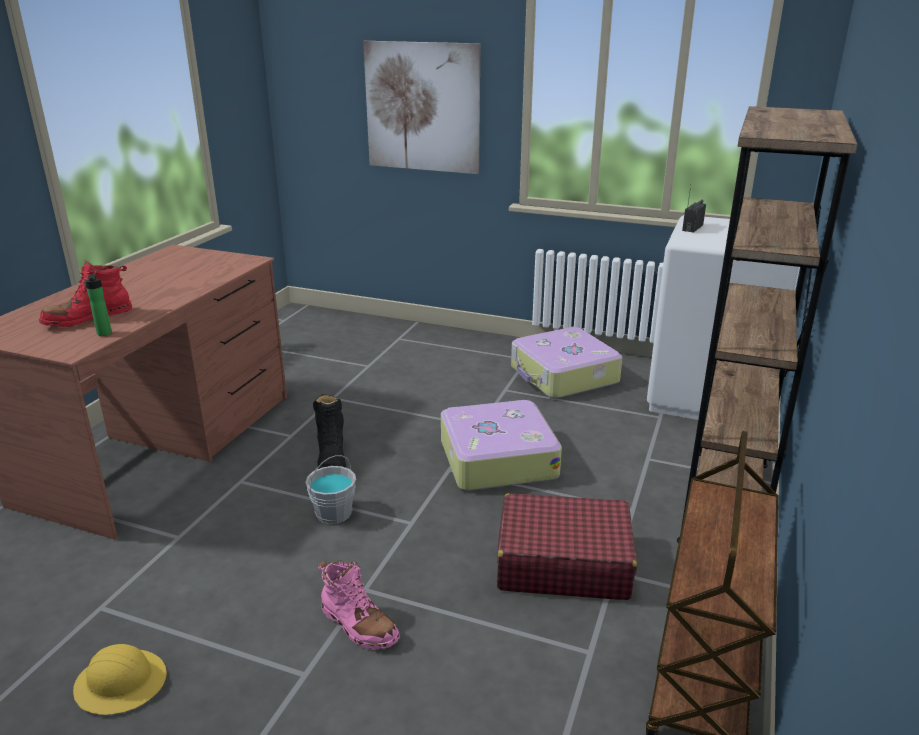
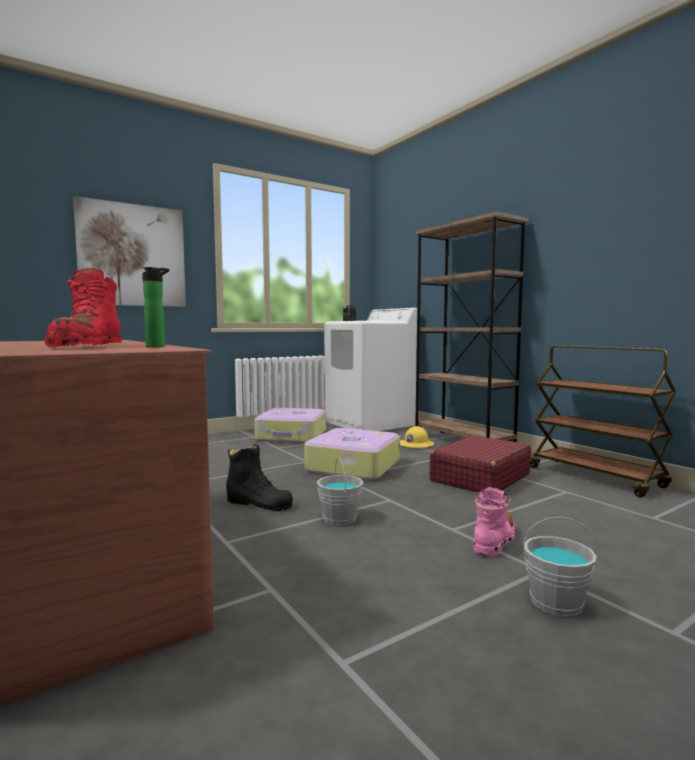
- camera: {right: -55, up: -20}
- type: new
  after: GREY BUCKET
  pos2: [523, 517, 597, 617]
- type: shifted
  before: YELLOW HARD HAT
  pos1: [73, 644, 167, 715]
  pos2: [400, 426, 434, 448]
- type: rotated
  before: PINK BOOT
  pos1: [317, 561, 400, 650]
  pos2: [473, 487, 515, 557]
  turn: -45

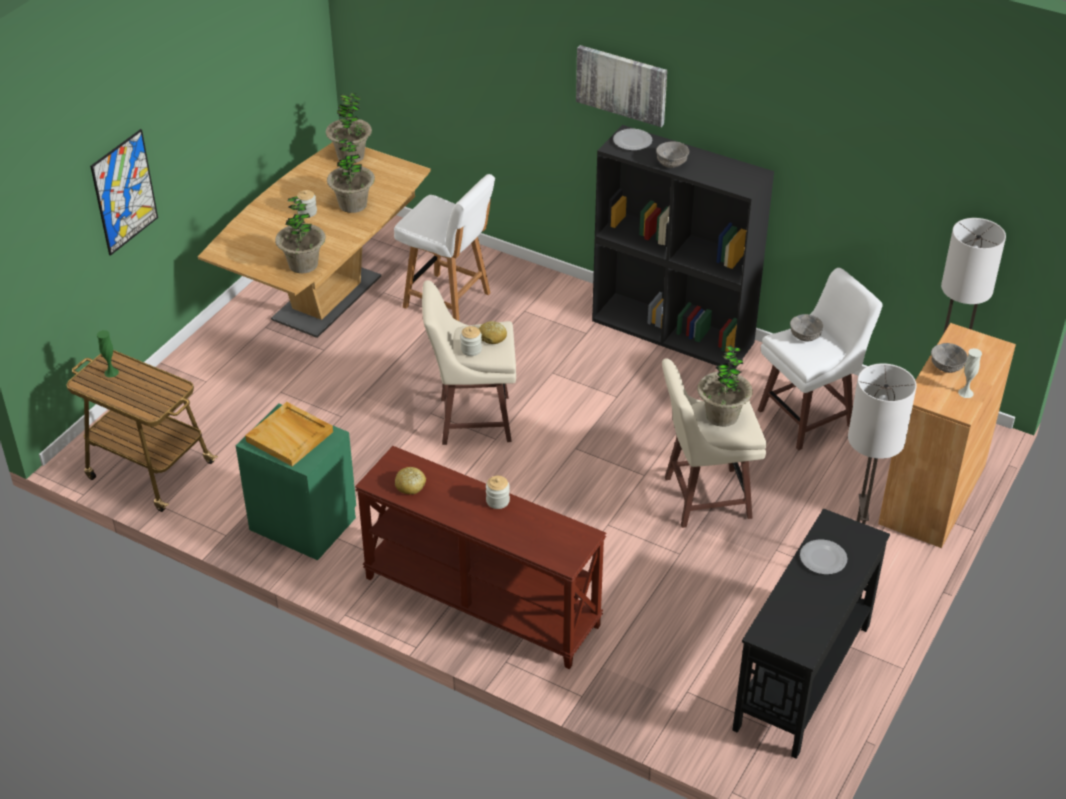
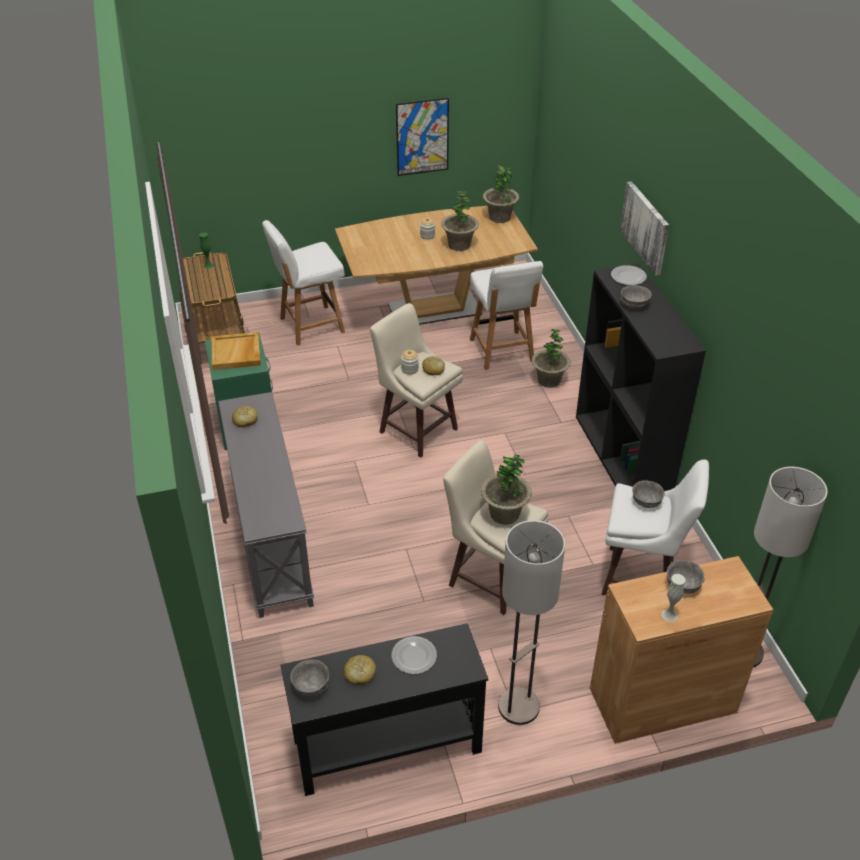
- camera: {right: 45, up: 0}
- type: gone
  before: JAR
  pos1: [486, 476, 510, 509]
- type: new
  after: WHITE CHAIR
  pos2: [262, 220, 345, 346]
- type: new
  after: GREY BOWL
  pos2: [290, 659, 329, 697]
- type: new
  after: BREAD
  pos2: [344, 655, 376, 685]
- type: shifted
  before: PICTURE
  pos1: [90, 129, 158, 256]
  pos2: [396, 98, 449, 176]
- type: shifted
  before: POTTED PLANT
  pos1: [275, 196, 326, 273]
  pos2: [532, 329, 571, 388]
- type: repainted
  before: BROWN CONSOLE TABLE
  after: GREY CONSOLE TABLE
  pos1: [355, 446, 606, 669]
  pos2: [218, 392, 314, 618]

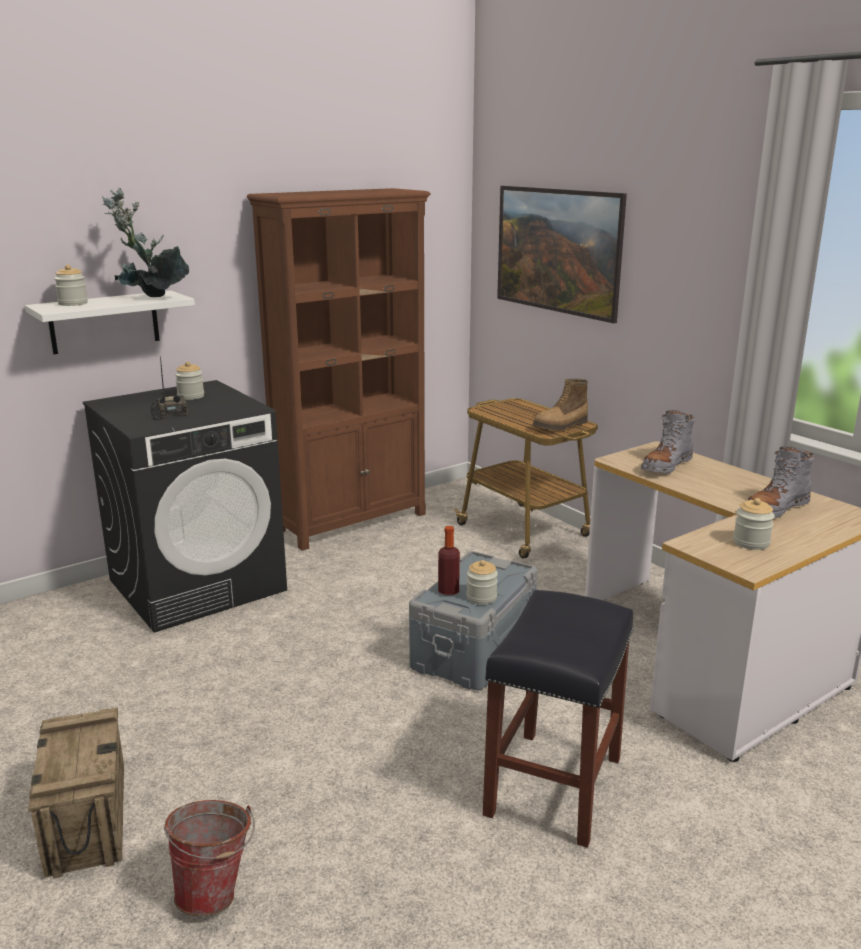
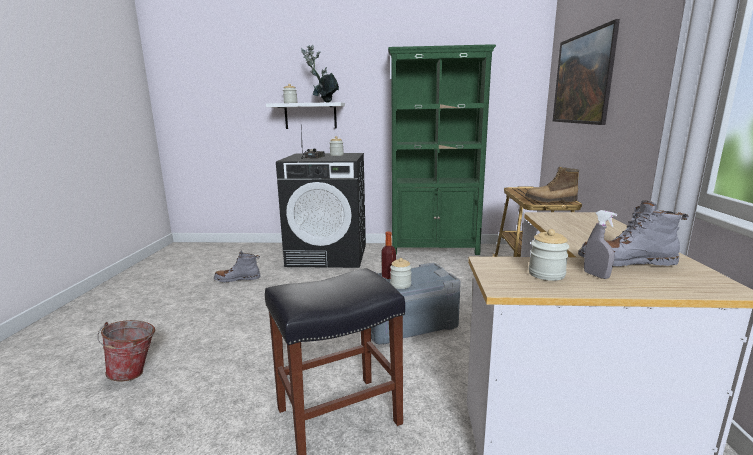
- camera: {right: 40, up: -5}
- type: gone
  before: CRATE
  pos1: [28, 707, 124, 879]
- type: new
  after: GREY SPRAY BOTTLE
  pos2: [584, 210, 617, 279]
- type: shifted
  before: GREY BOOT
  pos1: [641, 410, 695, 474]
  pos2: [214, 250, 260, 282]
- type: repainted
  before: BROWN BOOKCASE
  after: GREEN BOOKCASE
  pos1: [247, 188, 431, 551]
  pos2: [388, 44, 496, 255]

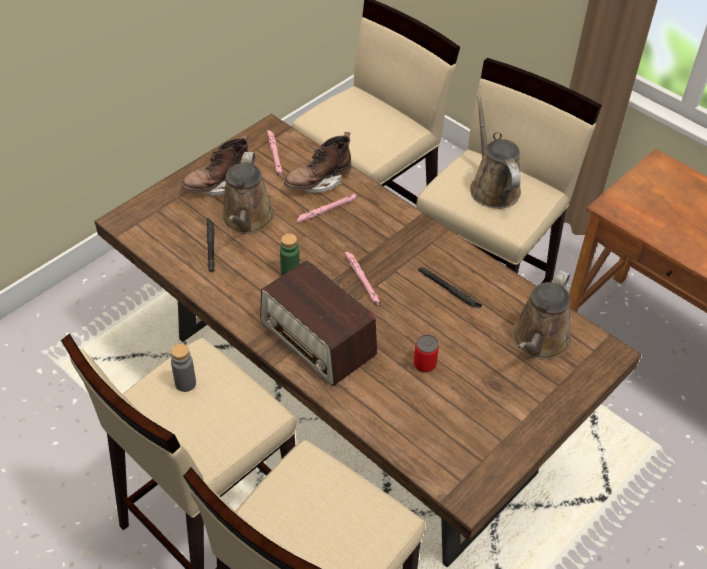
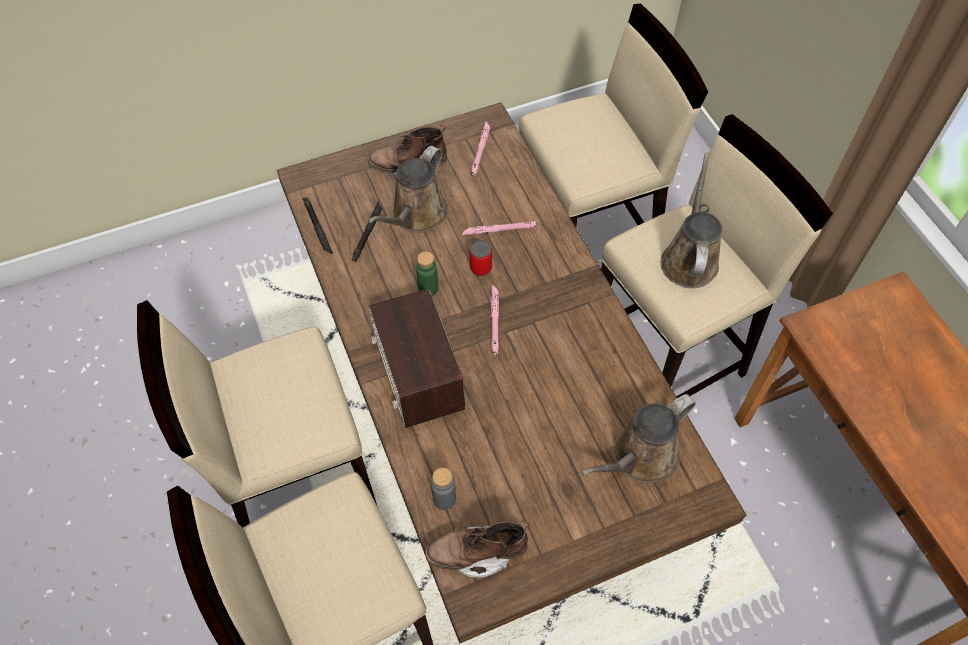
- camera: {right: 25, up: 10}
- type: shifted
  before: GREY BOTTLE
  pos1: [171, 344, 196, 392]
  pos2: [431, 468, 456, 510]
- type: shifted
  before: BROWN BOOT
  pos1: [284, 132, 352, 193]
  pos2: [425, 519, 529, 578]
- type: shifted
  before: CAN
  pos1: [414, 335, 439, 373]
  pos2: [470, 240, 492, 276]
- type: shifted
  before: BLACK FLASHLIGHT
  pos1: [418, 267, 482, 308]
  pos2: [302, 197, 333, 254]

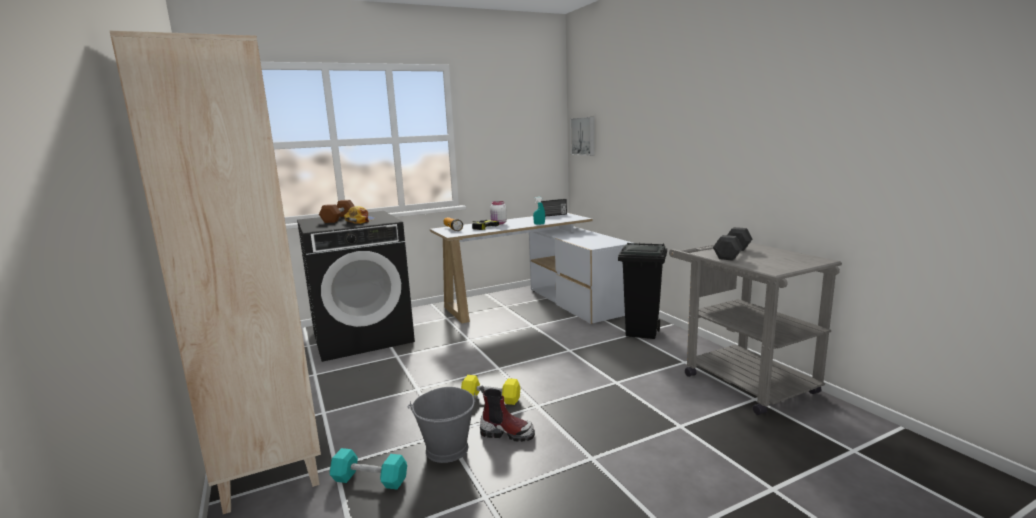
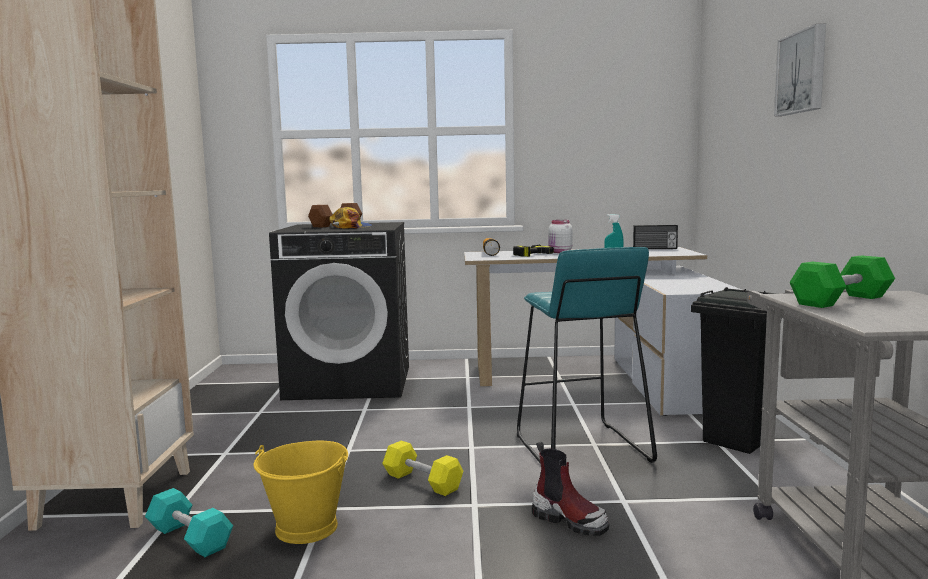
- camera: {right: 25, up: -5}
- type: new
  after: TURQUOISE STOOL
  pos2: [517, 247, 657, 463]
- type: shifted
  before: BOOT
  pos1: [480, 386, 535, 442]
  pos2: [532, 441, 609, 536]
- type: shifted
  before: PICTURE
  pos1: [570, 117, 594, 156]
  pos2: [774, 24, 826, 116]
- type: repainted
  before: GREY BUCKET
  after: YELLOW BUCKET
  pos1: [408, 387, 478, 463]
  pos2: [253, 441, 348, 544]
- type: repainted
  before: BLACK DUMBBELL
  after: GREEN DUMBBELL
  pos1: [713, 227, 752, 261]
  pos2: [789, 255, 895, 308]

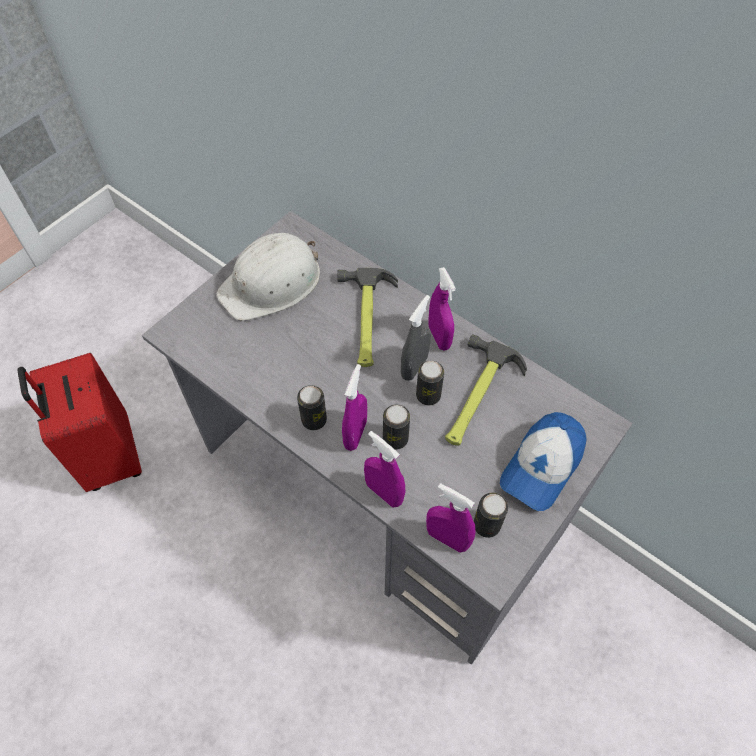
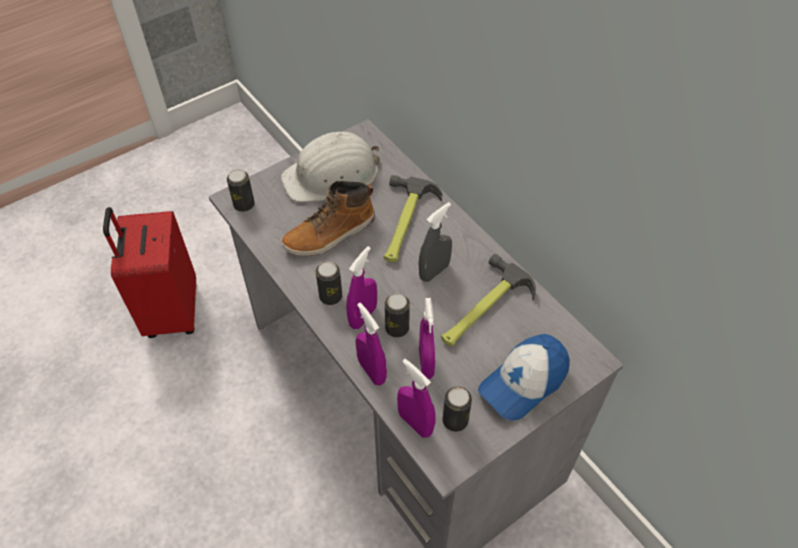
- camera: {right: 15, up: -5}
- type: new
  after: BOOT
  pos2: [281, 181, 375, 256]
- type: shifted
  before: CAN
  pos1: [416, 360, 444, 405]
  pos2: [227, 169, 255, 212]
- type: shifted
  before: PURPLE SPRAY BOTTLE
  pos1: [429, 267, 456, 351]
  pos2: [419, 298, 435, 379]

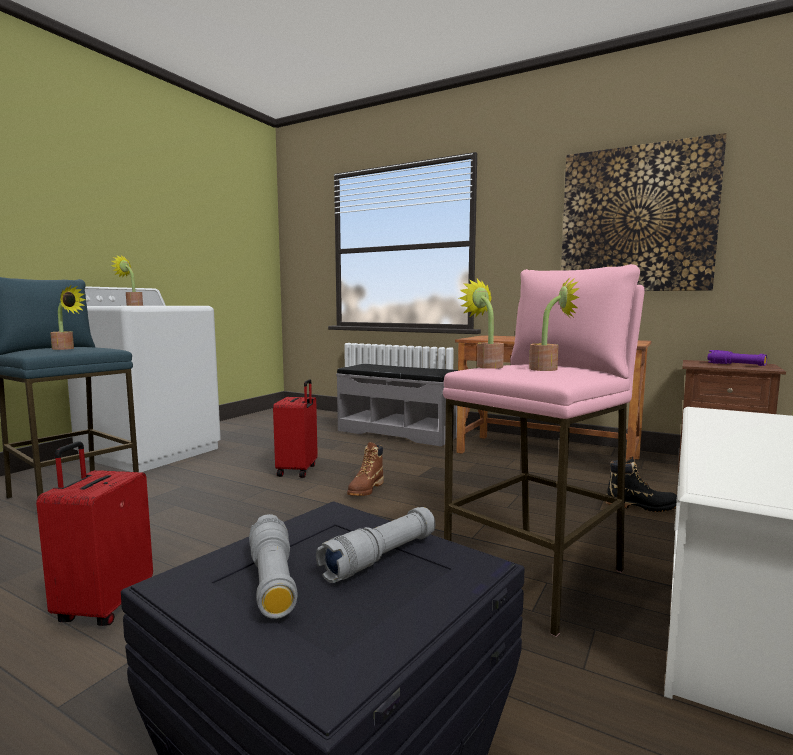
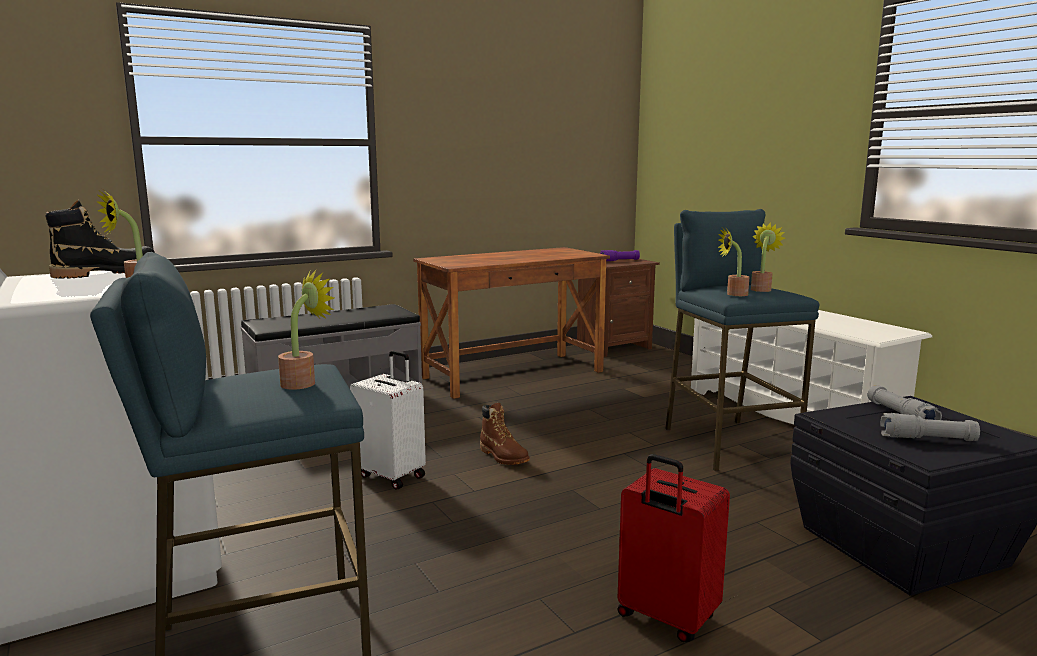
- camera: {right: -60, up: 5}
- type: gone
  before: PICTURE
  pos1: [561, 133, 727, 291]
- type: shifted
  before: BLACK BOOT
  pos1: [605, 456, 677, 512]
  pos2: [45, 200, 155, 279]
- type: repainted
  before: RED SUITCASE
  after: WHITE SUITCASE
  pos1: [273, 379, 318, 478]
  pos2: [350, 350, 426, 490]
- type: repainted
  before: PINK STOOL
  after: BLUE STOOL
  pos1: [443, 264, 645, 637]
  pos2: [665, 209, 820, 471]

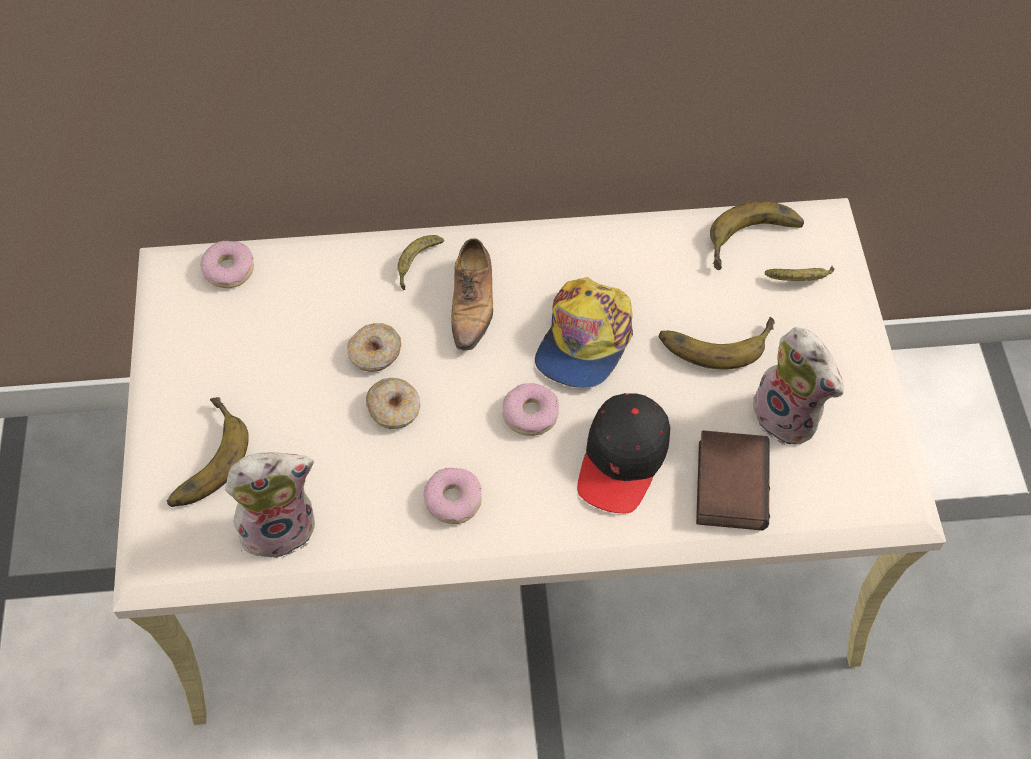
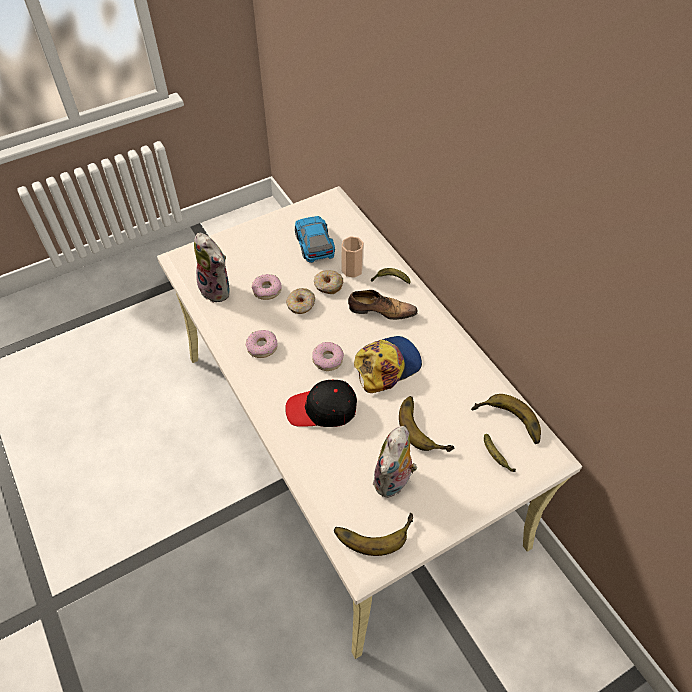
- camera: {right: 65, up: -5}
- type: gone
  before: BOOK
  pos1: [696, 430, 770, 531]
- type: new
  after: TOY CAR
  pos2: [295, 216, 335, 263]
- type: new
  after: CUP
  pos2: [341, 236, 364, 278]
- type: shifted
  before: BANANA
  pos1: [167, 397, 249, 507]
  pos2: [334, 513, 413, 556]
- type: shifted
  before: DONUT
  pos1: [200, 241, 254, 288]
  pos2: [252, 274, 282, 300]
- type: rotated
  before: SHOE
  pos1: [451, 238, 493, 352]
  pos2: [348, 290, 417, 320]
  turn: -150
- type: rotated
  before: CAP
  pos1: [535, 277, 633, 388]
  pos2: [354, 336, 422, 393]
  turn: 150

